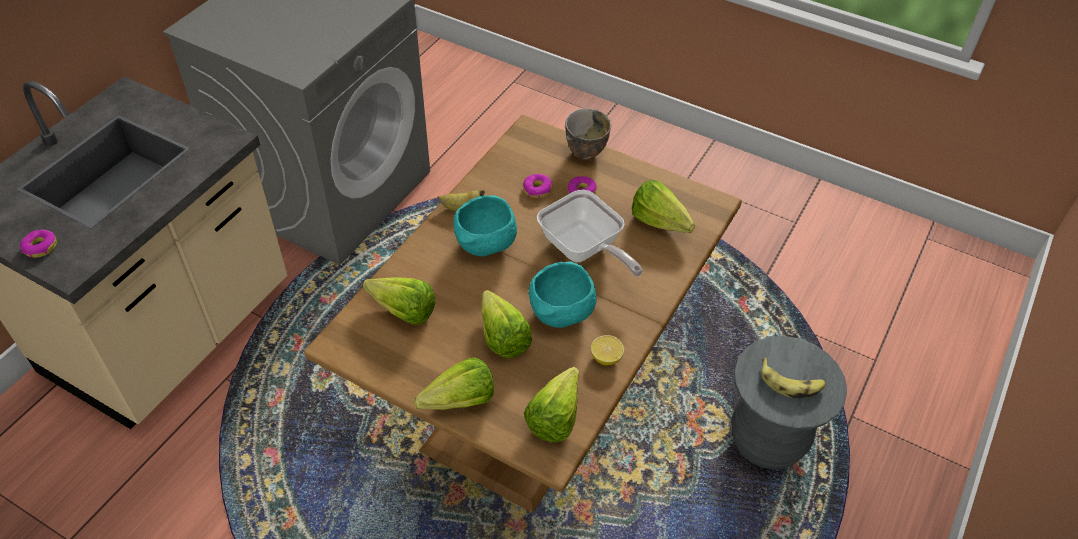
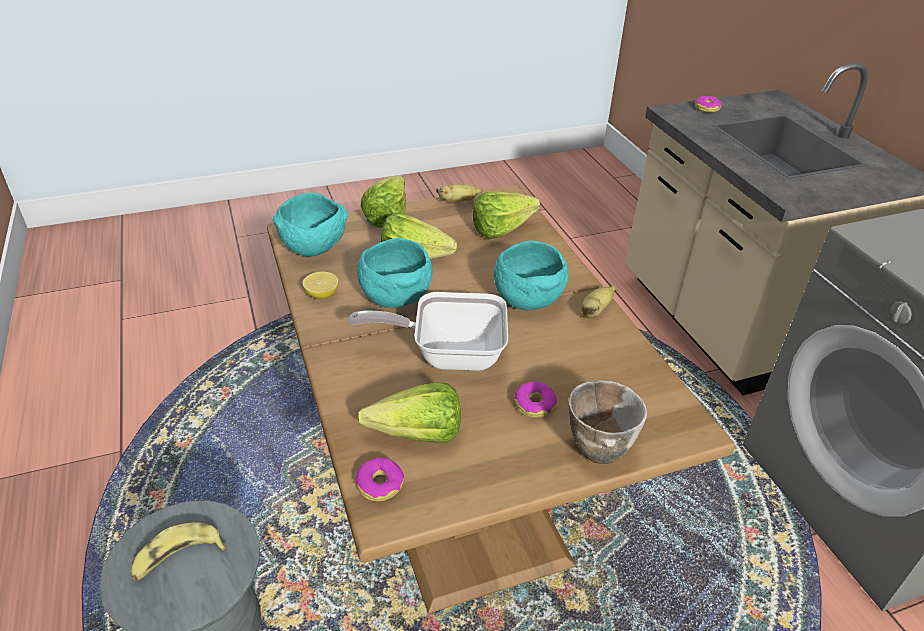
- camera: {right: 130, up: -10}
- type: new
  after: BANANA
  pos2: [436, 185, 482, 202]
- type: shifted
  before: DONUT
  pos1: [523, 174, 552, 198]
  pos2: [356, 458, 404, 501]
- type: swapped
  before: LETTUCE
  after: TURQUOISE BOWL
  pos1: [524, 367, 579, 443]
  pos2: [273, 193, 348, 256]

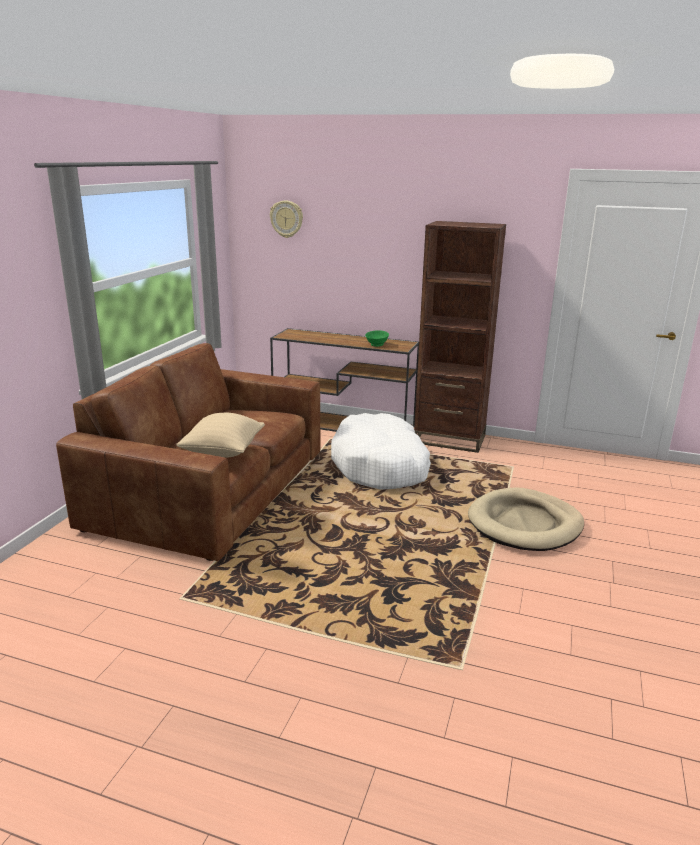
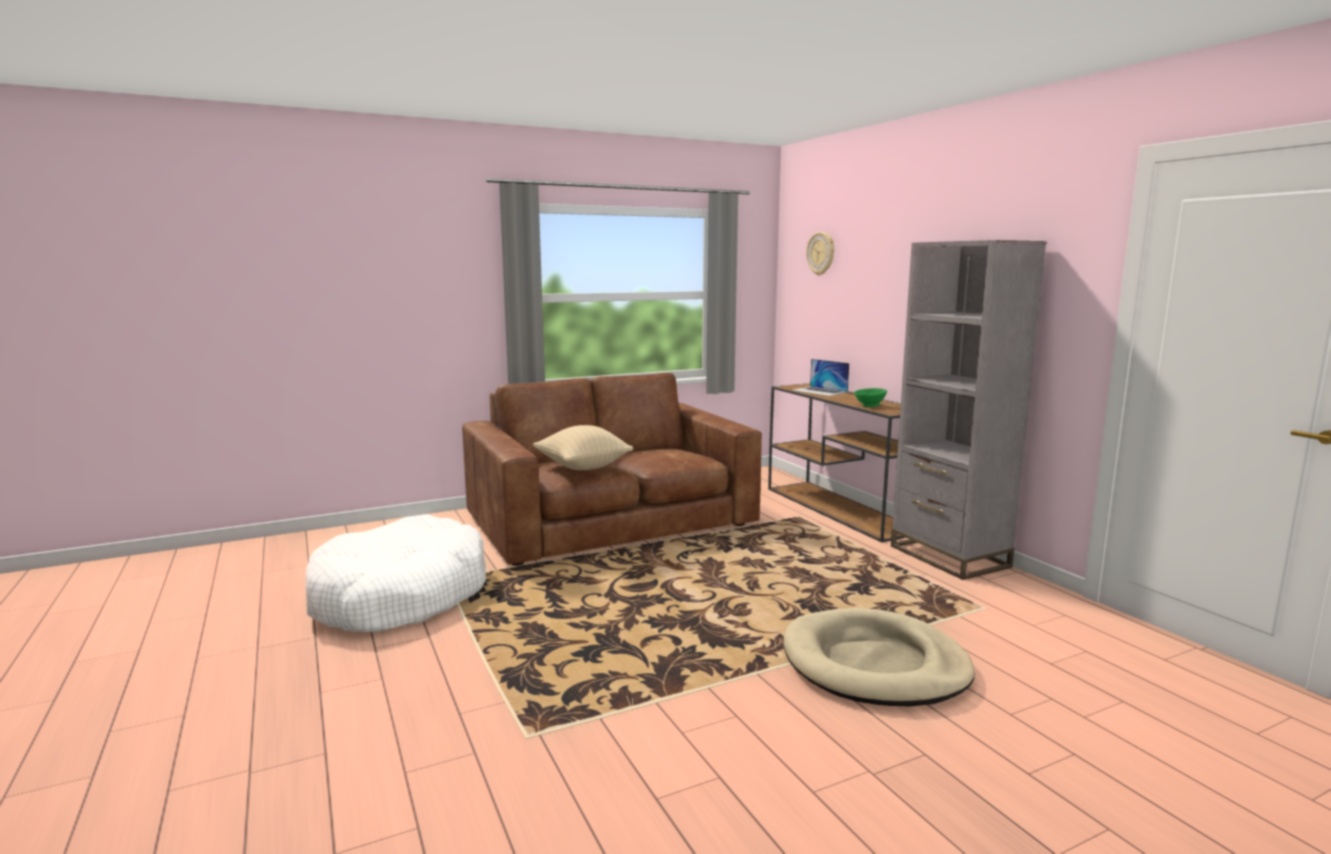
- camera: {right: 45, up: -10}
- type: new
  after: LAPTOP
  pos2: [792, 359, 849, 396]
- type: shifted
  before: WHITE DOG BED
  pos1: [331, 413, 431, 490]
  pos2: [306, 514, 486, 632]
- type: repainted
  before: BROWN BOOKCASE
  after: GREY BOOKCASE
  pos1: [414, 221, 506, 453]
  pos2: [891, 240, 1046, 580]

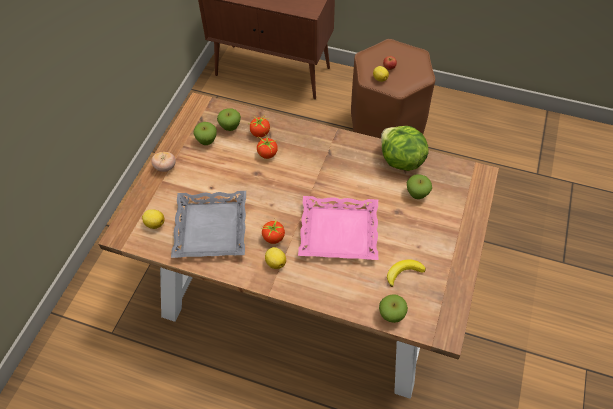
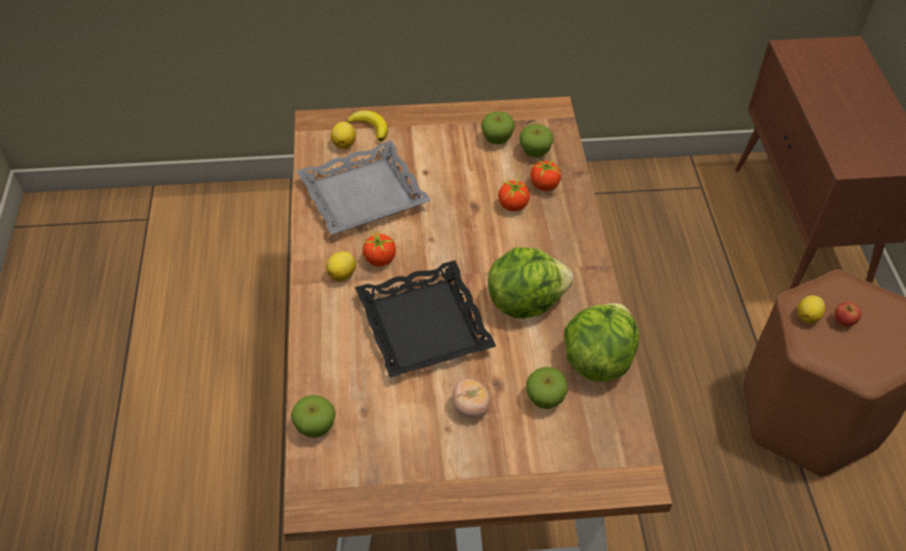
- camera: {right: 65, up: -5}
- type: new
  after: LETTUCE
  pos2: [488, 247, 573, 319]
- type: shifted
  before: TOMATO
  pos1: [151, 152, 176, 172]
  pos2: [452, 379, 490, 418]
- type: shifted
  before: BANANA
  pos1: [387, 260, 426, 287]
  pos2: [347, 110, 388, 141]
- type: repainted
  before: PINK TRAY
  after: BLACK TRAY
  pos1: [298, 196, 378, 260]
  pos2: [355, 260, 496, 378]

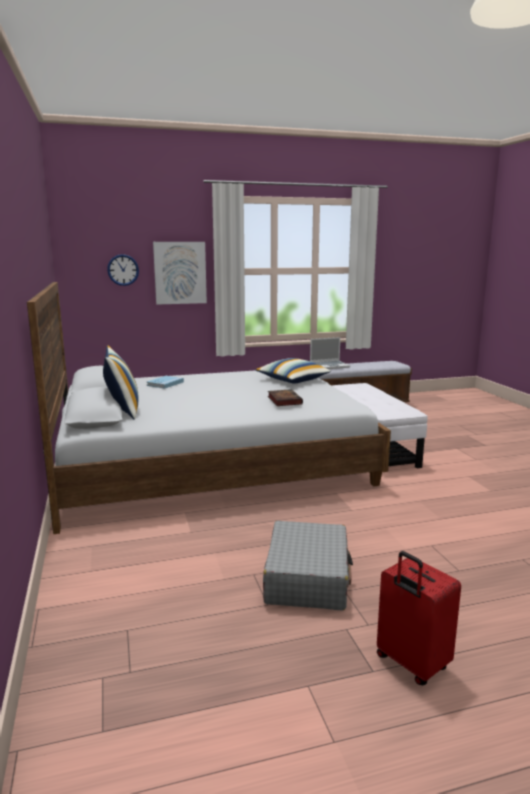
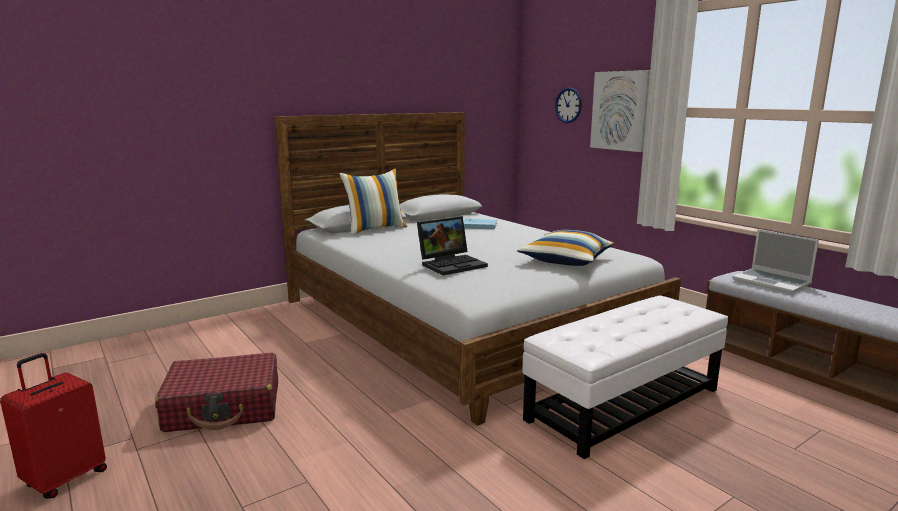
- camera: {right: 70, up: 0}
- type: swapped
  before: BOOK
  after: LAPTOP
  pos1: [268, 389, 303, 406]
  pos2: [417, 216, 488, 275]
- type: repainted
  before: GREY SUITCASE
  after: RED SUITCASE
  pos1: [263, 521, 353, 611]
  pos2: [155, 353, 278, 432]

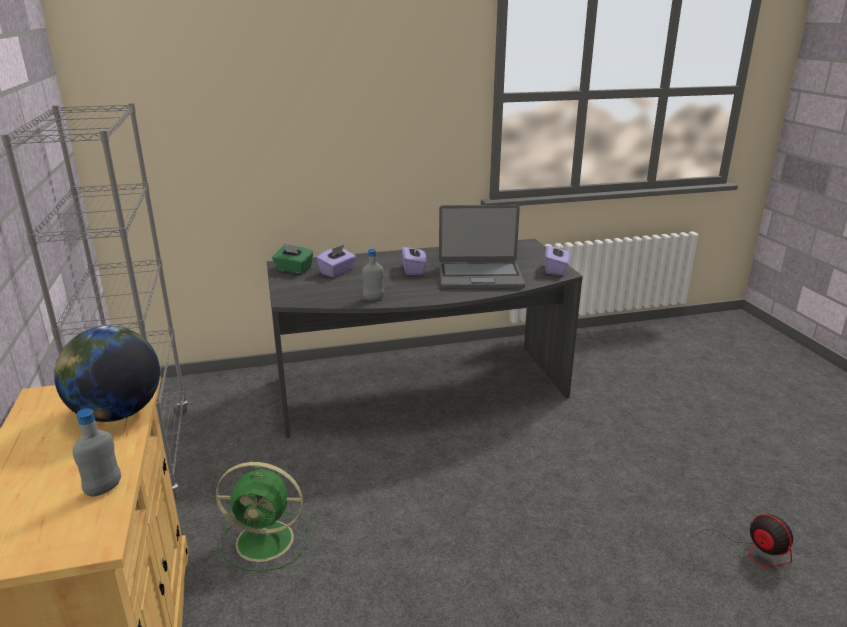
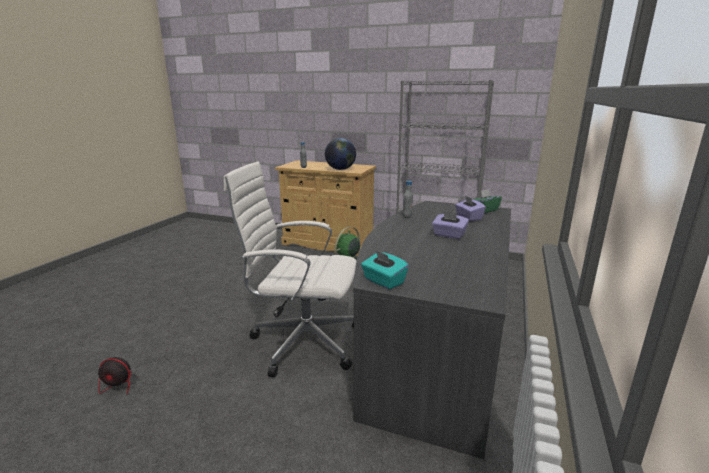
- camera: {right: 125, up: -5}
- type: gone
  before: LAPTOP
  pos1: [439, 205, 525, 289]
- type: new
  after: WHITE OFFICE CHAIR
  pos2: [224, 161, 357, 377]
- type: repainted
  before: PURPLE TISSUE BOX
  after: TURQUOISE TISSUE BOX
  pos1: [545, 242, 569, 275]
  pos2: [361, 250, 409, 289]

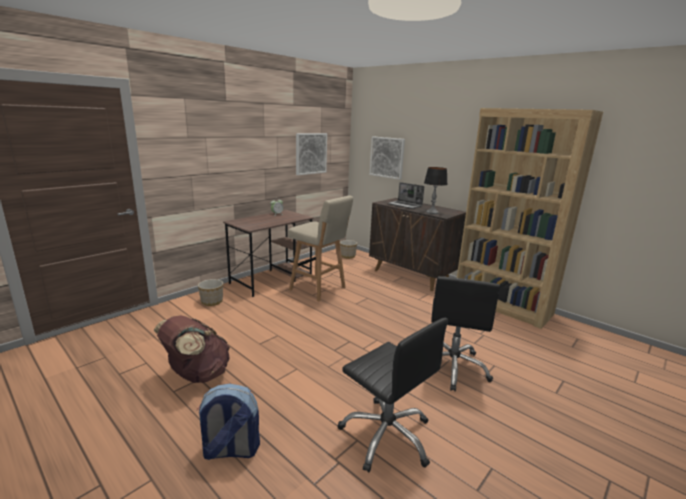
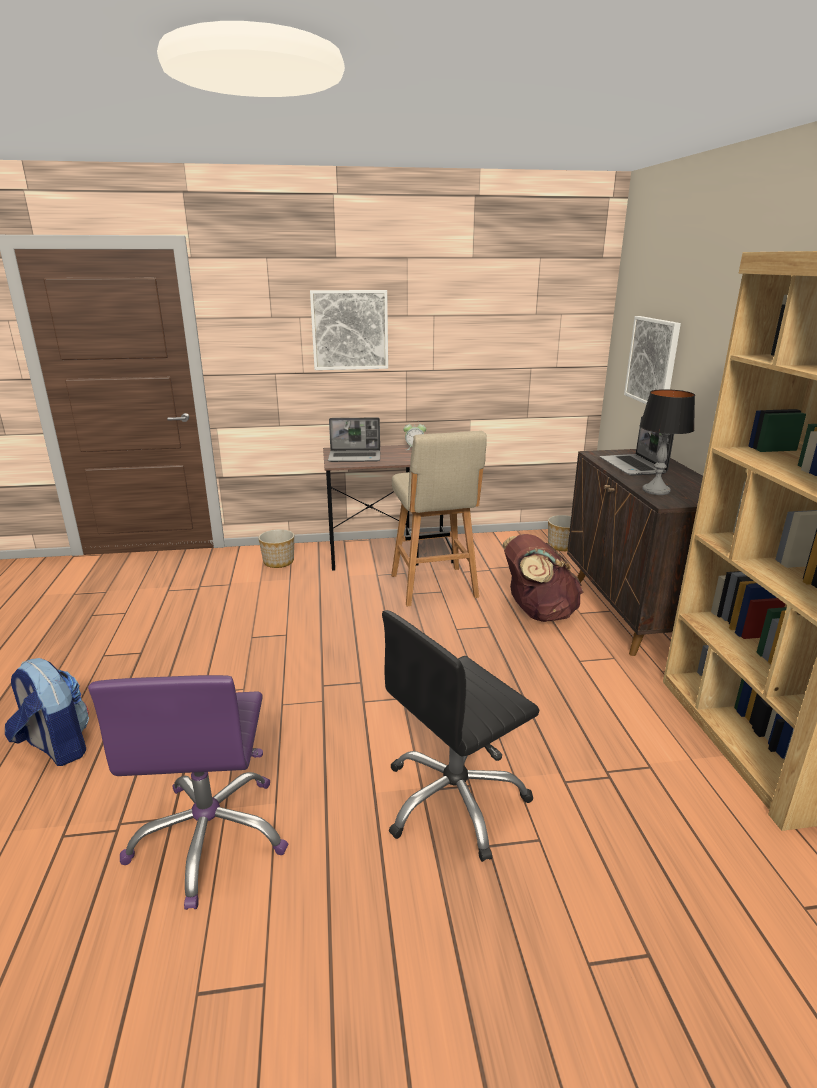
- camera: {right: 40, up: 5}
- type: new
  after: LAPTOP
  pos2: [328, 418, 380, 462]
- type: shifted
  before: BROWN BACKPACK
  pos1: [154, 316, 230, 383]
  pos2: [502, 534, 583, 622]
- type: shifted
  before: PICTURE
  pos1: [296, 133, 327, 175]
  pos2: [310, 290, 388, 370]
- type: repainted
  before: BLACK OFFICE CHAIR
  after: PURPLE OFFICE CHAIR
  pos1: [337, 318, 448, 473]
  pos2: [88, 675, 289, 910]

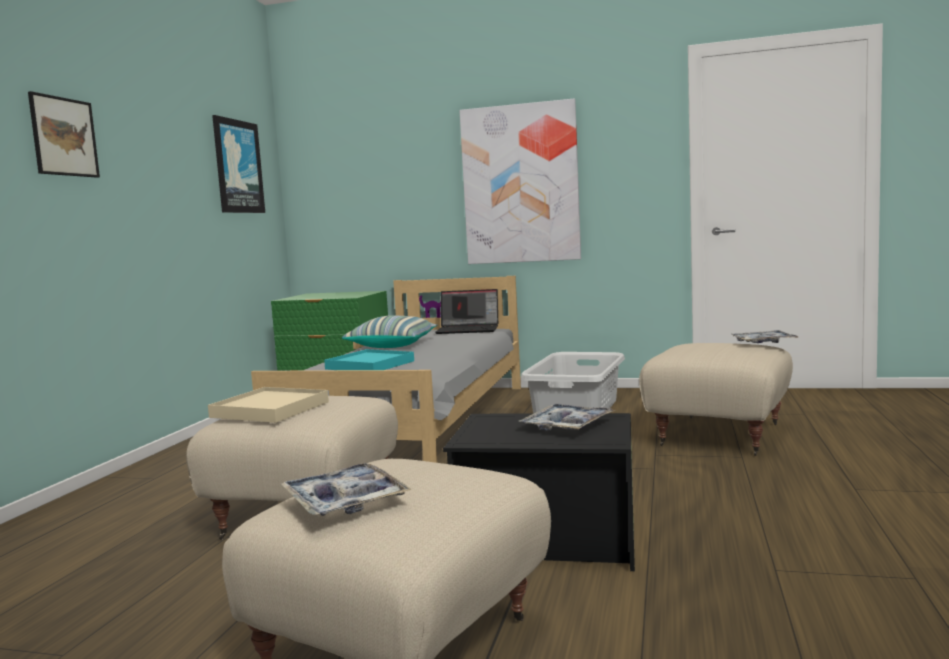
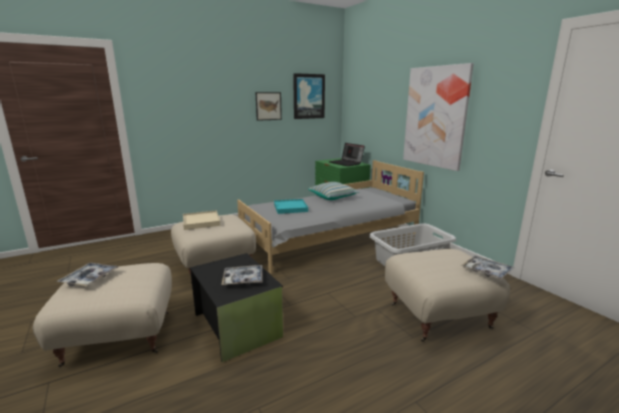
- camera: {right: 45, up: 10}
- type: shifted
  before: PICTURE
  pos1: [28, 91, 100, 178]
  pos2: [255, 92, 282, 121]
- type: shifted
  before: LAPTOP
  pos1: [435, 289, 498, 334]
  pos2: [329, 143, 365, 166]

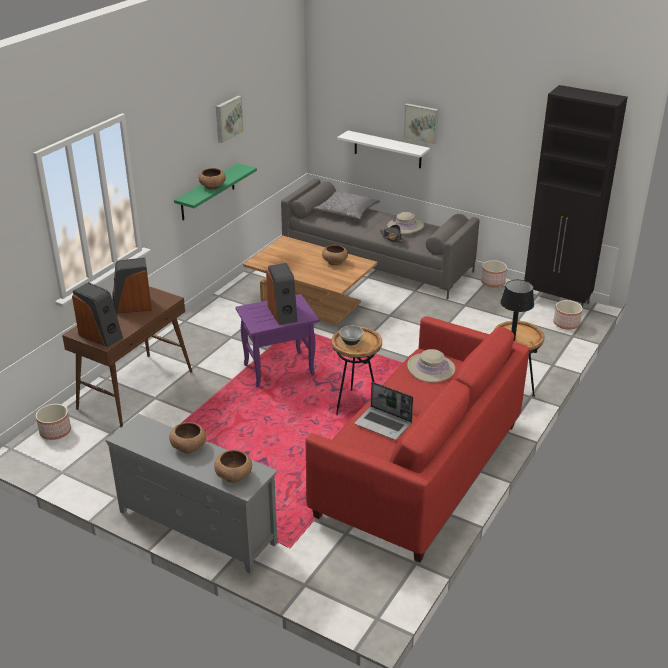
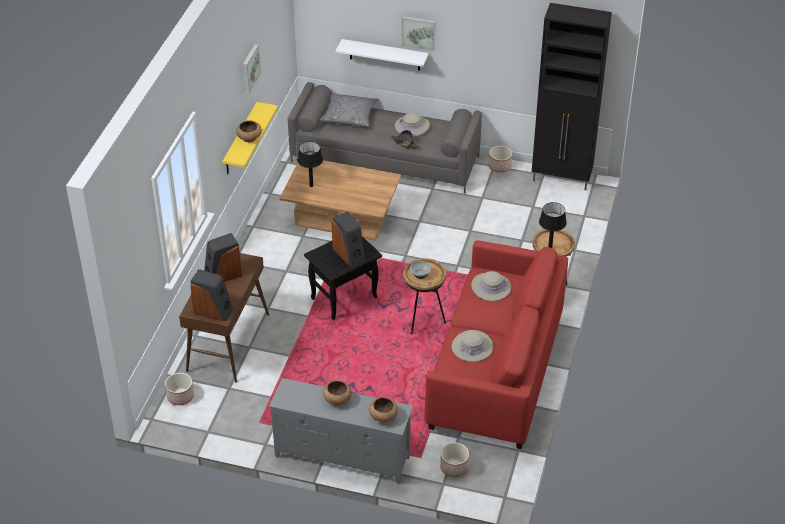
- camera: {right: -15, up: 10}
- type: gone
  before: BROWN BOWL
  pos1: [322, 245, 348, 265]
- type: new
  after: BLACK TABLE LAMP
  pos2: [297, 141, 323, 187]
- type: shifted
  before: PLANTER
  pos1: [554, 300, 583, 330]
  pos2: [440, 443, 469, 477]
- type: swapped
  before: LAPTOP
  after: BEIGE HAT
  pos1: [354, 382, 413, 440]
  pos2: [452, 330, 493, 362]
- type: repainted
  before: GREEN SHELF
  after: YELLOW SHELF
  pos1: [174, 163, 257, 220]
  pos2: [222, 102, 278, 174]
- type: repainted
  before: PURPLE SIDE TABLE
  after: BLACK SIDE TABLE
  pos1: [235, 294, 319, 388]
  pos2: [304, 236, 382, 320]

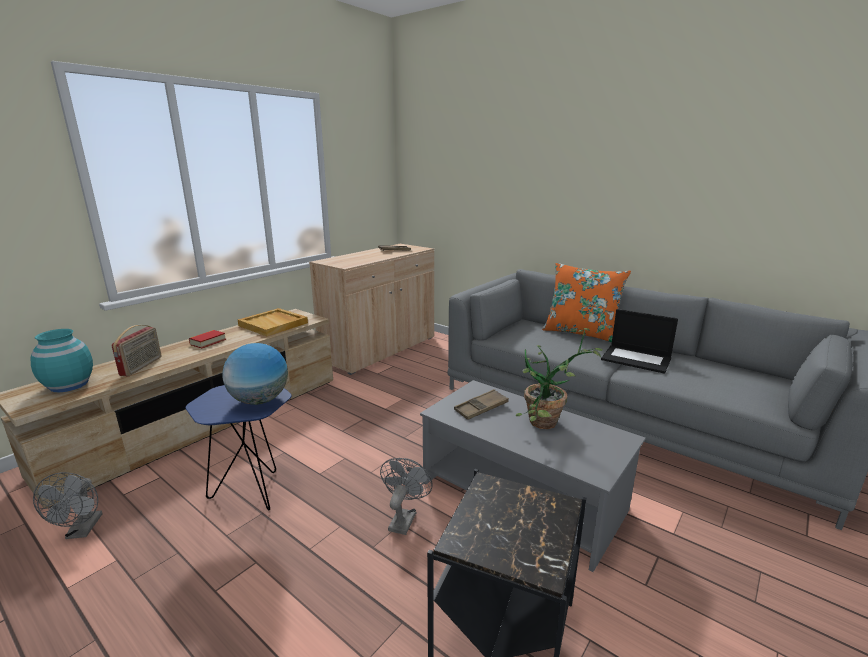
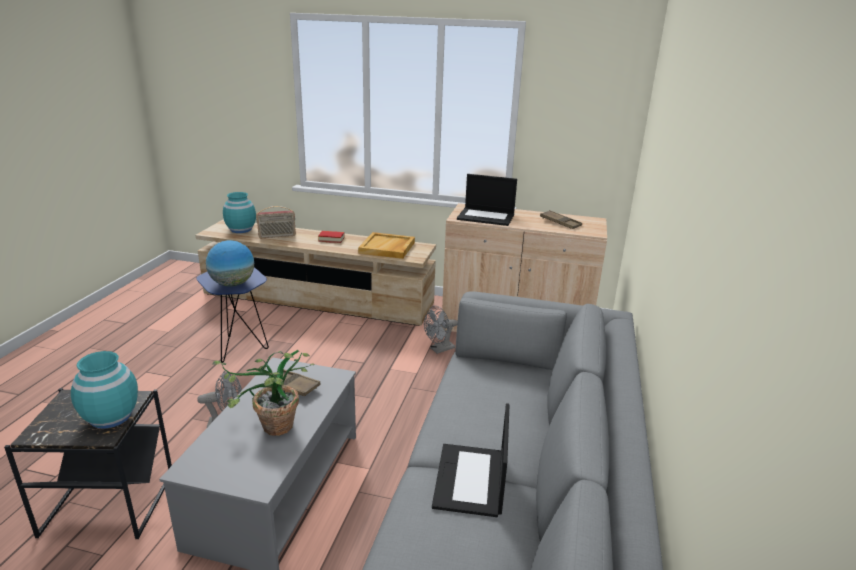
- camera: {right: 65, up: 5}
- type: gone
  before: ORANGE PILLOW
  pos1: [542, 263, 631, 343]
- type: new
  after: TURQUOISE VASE
  pos2: [71, 351, 138, 429]
- type: new
  after: LAPTOP
  pos2: [457, 174, 517, 226]
- type: shifted
  before: GREY FAN
  pos1: [33, 472, 103, 539]
  pos2: [424, 306, 457, 354]

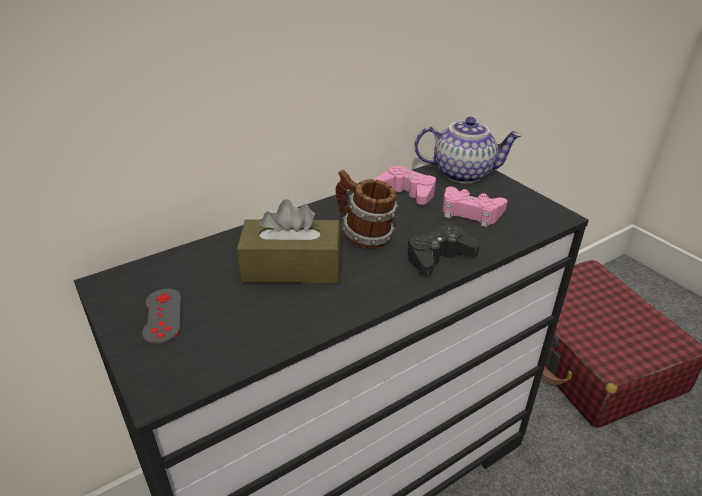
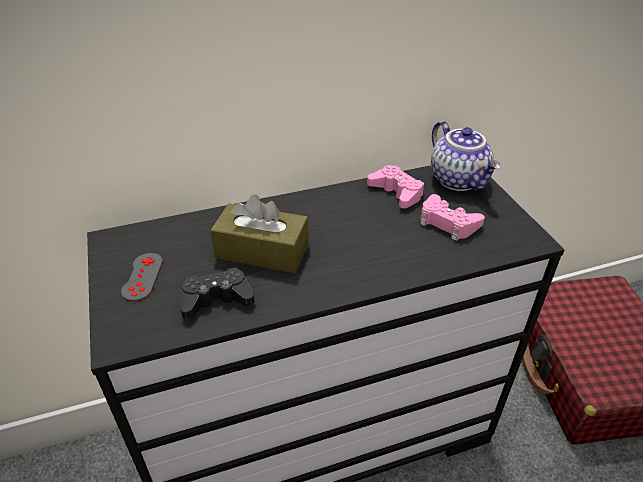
- camera: {right: 15, up: 5}
- type: gone
  before: MUG
  pos1: [336, 170, 398, 248]
- type: shifted
  before: BLACK GAME CONTROLLER
  pos1: [407, 224, 480, 275]
  pos2: [180, 267, 254, 319]
- type: rotated
  before: TEAPOT
  pos1: [414, 117, 522, 184]
  pos2: [431, 121, 501, 191]
  turn: 45

